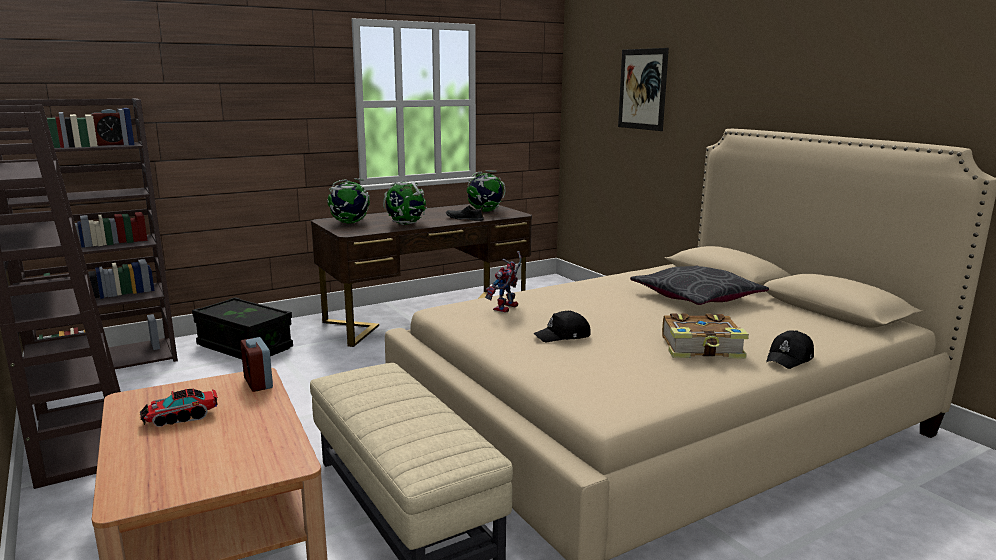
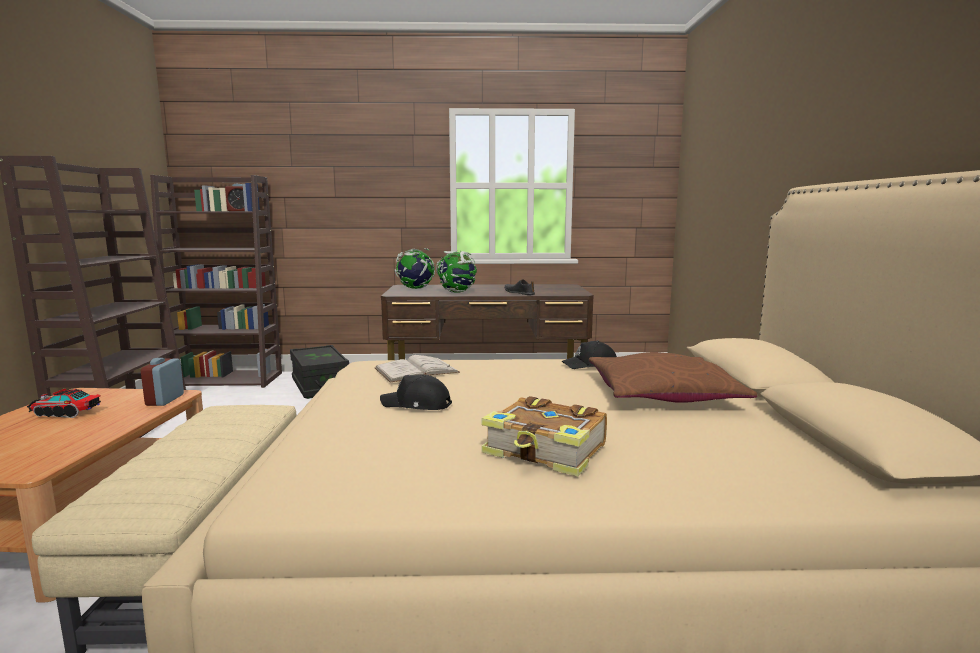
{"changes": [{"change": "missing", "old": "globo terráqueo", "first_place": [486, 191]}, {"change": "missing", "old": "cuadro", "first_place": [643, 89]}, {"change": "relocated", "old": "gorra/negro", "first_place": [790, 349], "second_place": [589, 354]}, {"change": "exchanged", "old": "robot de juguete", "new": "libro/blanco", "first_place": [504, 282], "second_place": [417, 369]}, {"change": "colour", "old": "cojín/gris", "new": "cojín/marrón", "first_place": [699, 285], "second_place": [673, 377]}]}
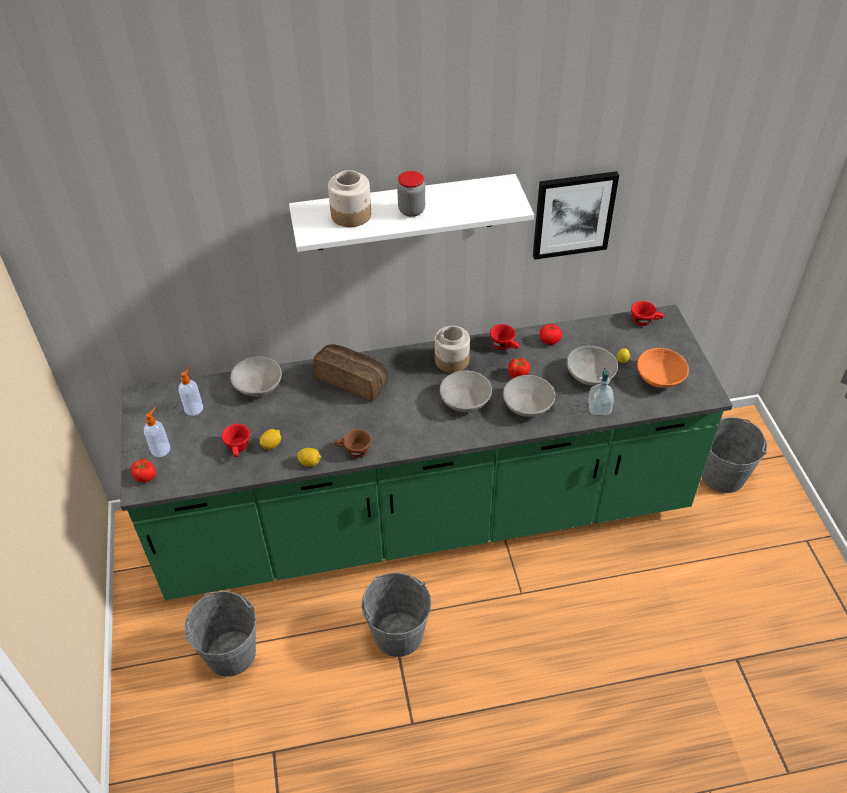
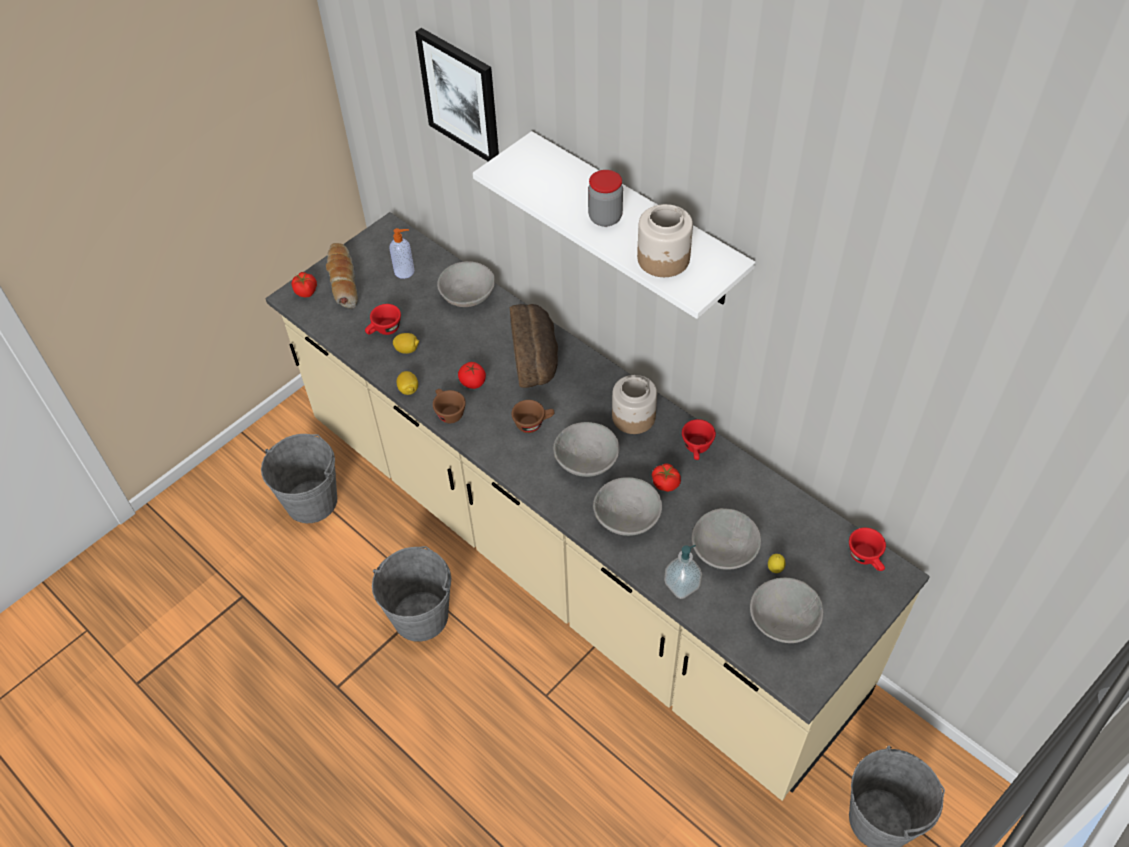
{"changes": [{"change": "appeared", "new": "taza/marrón", "second_place": [532, 416]}, {"change": "relocated", "old": "tarro", "first_place": [349, 198], "second_place": [665, 240]}, {"change": "relocated", "old": "cuadro", "first_place": [576, 215], "second_place": [457, 94]}, {"change": "relocated", "old": "tomate", "first_place": [551, 334], "second_place": [472, 375]}, {"change": "exchanged", "old": "dispensador de jabón", "new": "pan", "first_place": [157, 432], "second_place": [342, 275]}, {"change": "colour", "old": "mueble bajo de cocina/verde", "new": "mueble bajo de cocina/beis", "first_place": [426, 452], "second_place": [598, 506]}, {"change": "colour", "old": "cuenco/naranja", "new": "cuenco/gris", "first_place": [663, 368], "second_place": [786, 610]}]}
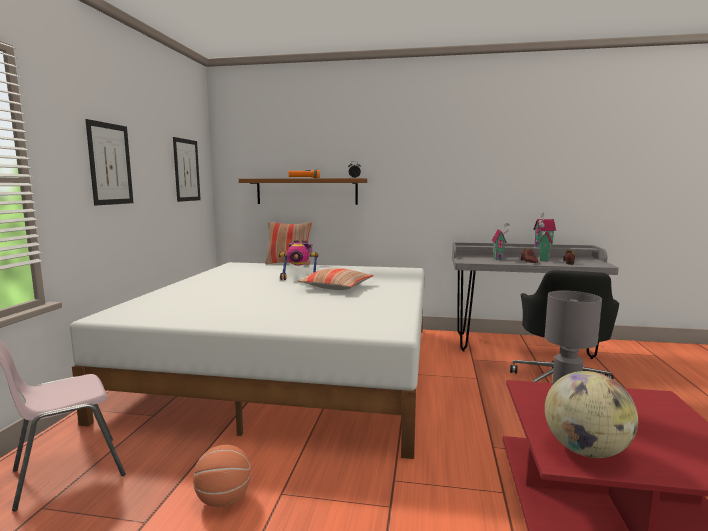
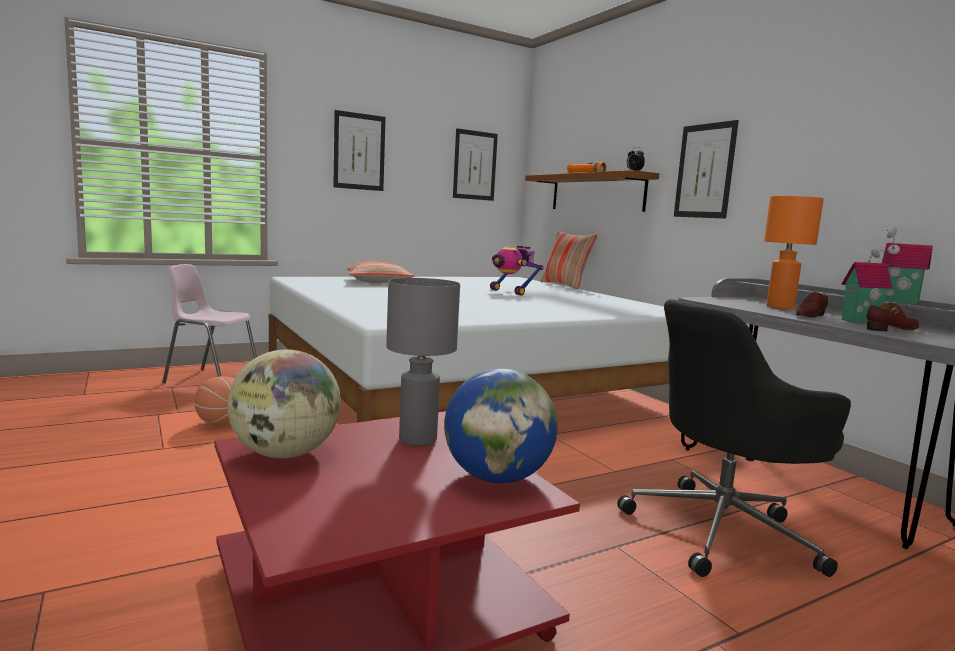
{"changes": [{"change": "appeared", "new": "globo terráqueo", "second_place": [501, 426]}, {"change": "appeared", "new": "cuadro", "second_place": [706, 169]}, {"change": "relocated", "old": "cojín", "first_place": [335, 279], "second_place": [380, 272]}, {"change": "exchanged", "old": "casita", "new": "lámpara de mesa/naranja", "first_place": [501, 241], "second_place": [794, 252]}]}
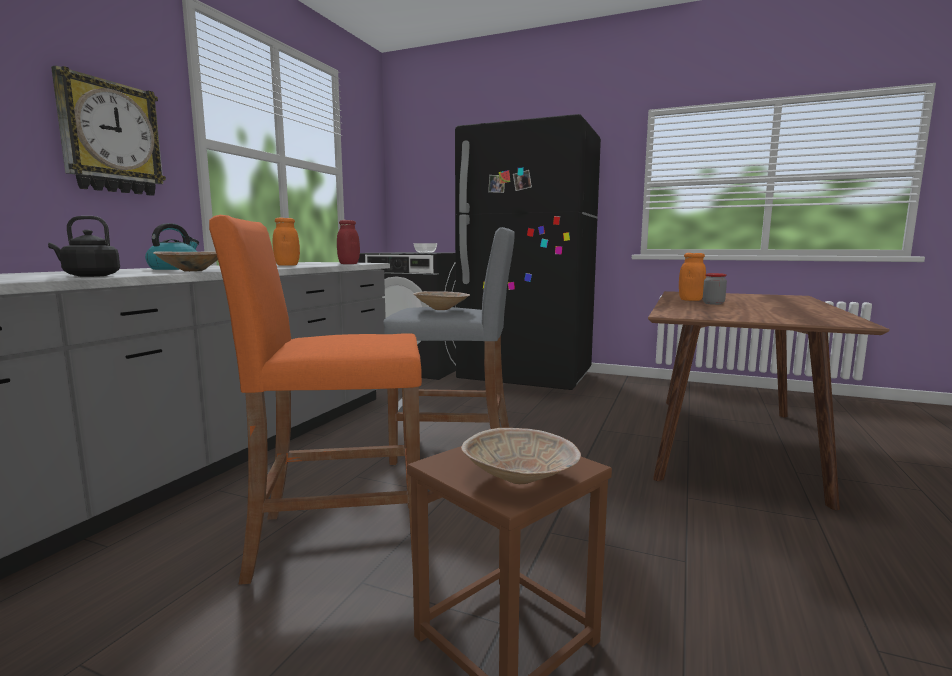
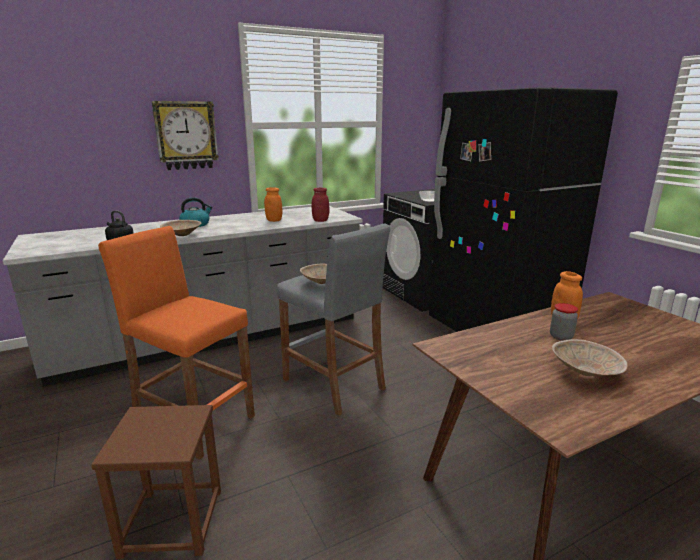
{"changes": [{"change": "relocated", "old": "cuenco/beis", "first_place": [521, 456], "second_place": [590, 357]}]}
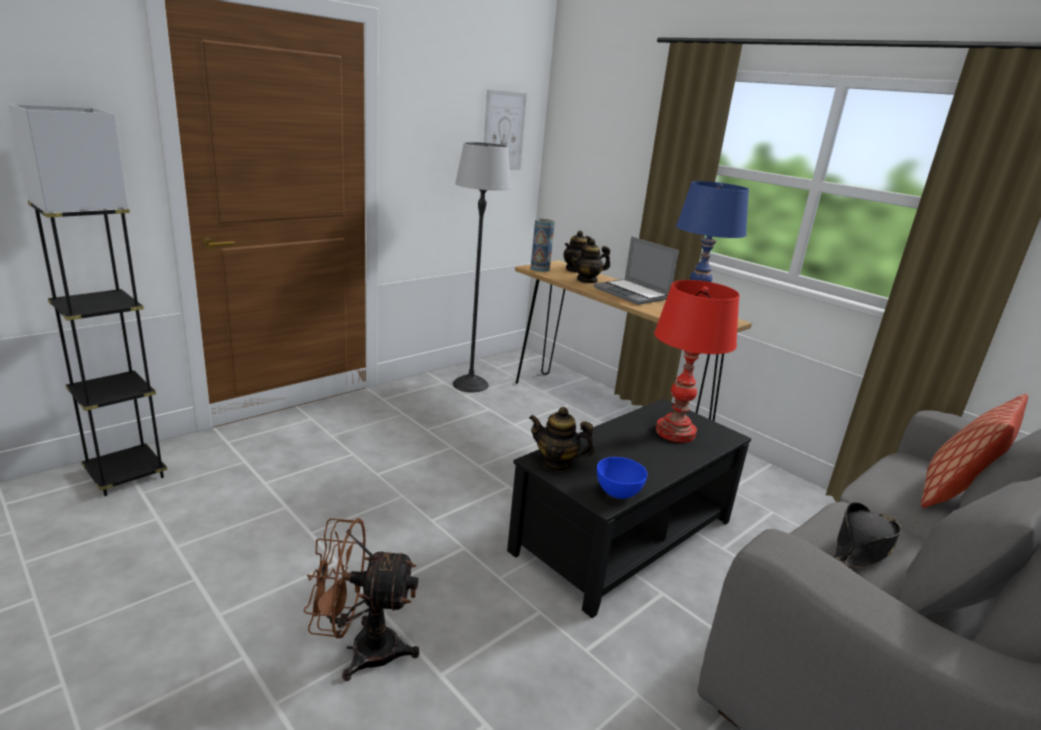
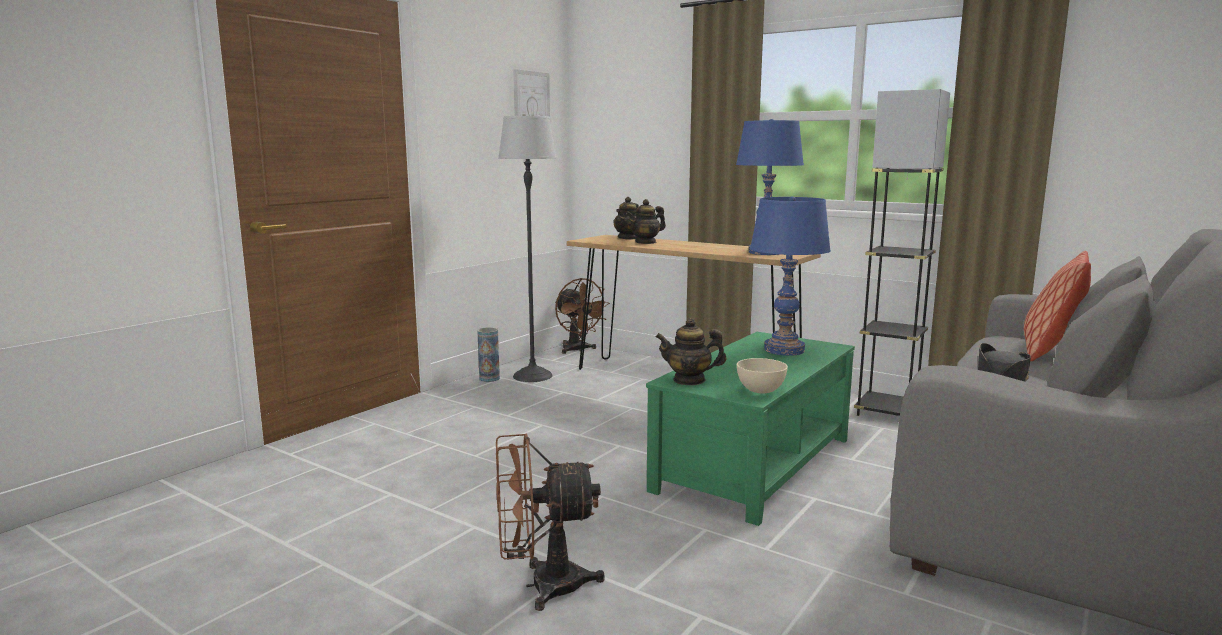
{"changes": [{"change": "missing", "old": "portátil", "first_place": [636, 270]}, {"change": "appeared", "new": "ventilador/marrón", "second_place": [582, 316]}, {"change": "relocated", "old": "lámpara de pie/gris", "first_place": [87, 300], "second_place": [902, 252]}, {"change": "relocated", "old": "florero", "first_place": [543, 245], "second_place": [488, 354]}, {"change": "colour", "old": "mesa de centro/negro", "new": "mesa de centro/verde", "first_place": [629, 508], "second_place": [750, 429]}, {"change": "colour", "old": "cuenco/azul", "new": "cuenco/beis", "first_place": [622, 478], "second_place": [762, 375]}, {"change": "colour", "old": "lámpara de mesa/rojo", "new": "lámpara de mesa/azul", "first_place": [696, 361], "second_place": [790, 276]}]}
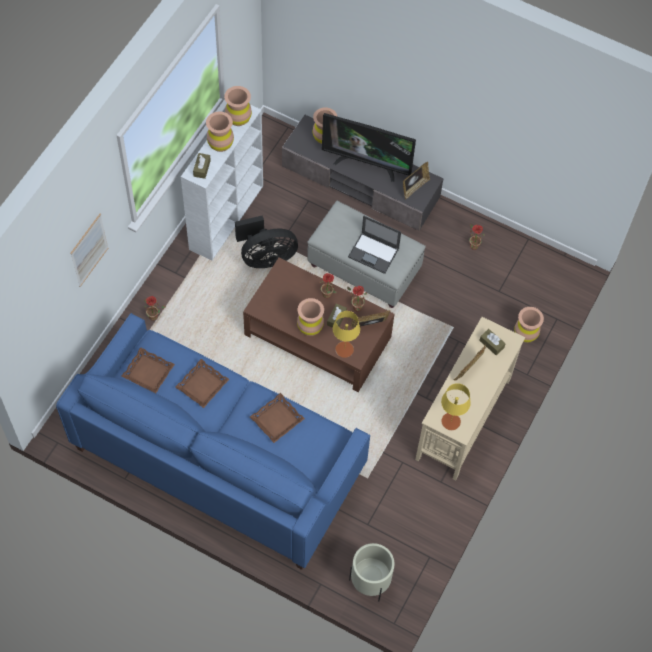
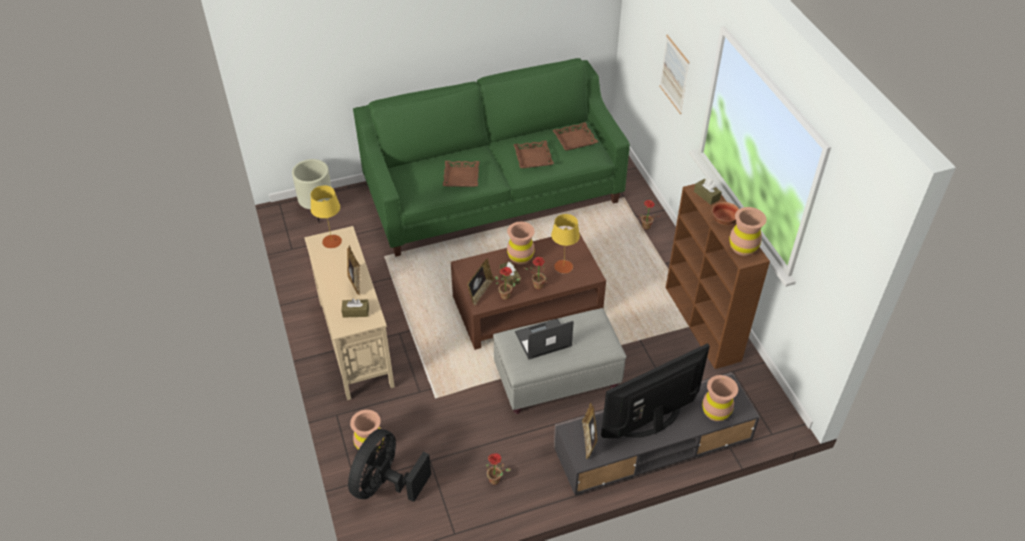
{"changes": [{"change": "relocated", "old": "ventilador/negro", "first_place": [266, 241], "second_place": [389, 465]}, {"change": "relocated", "old": "lámpara de mesa/amarillo", "first_place": [346, 334], "second_place": [565, 244]}, {"change": "exchanged", "old": "florero/marrón", "new": "cuenco", "first_place": [220, 131], "second_place": [725, 213]}, {"change": "colour", "old": "sofá/azul", "new": "sofá/verde", "first_place": [213, 441], "second_place": [491, 157]}, {"change": "colour", "old": "estantería/blanco", "new": "estantería/marrón", "first_place": [222, 183], "second_place": [718, 276]}]}
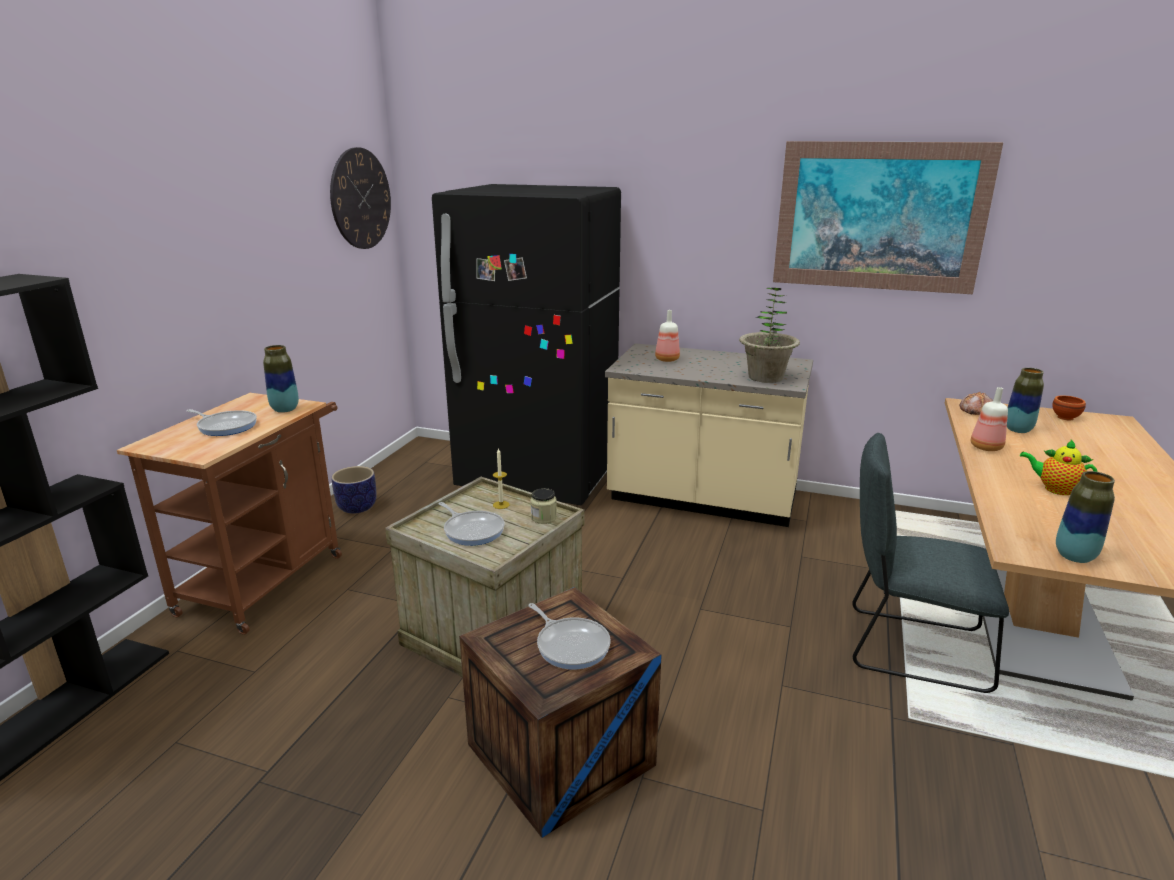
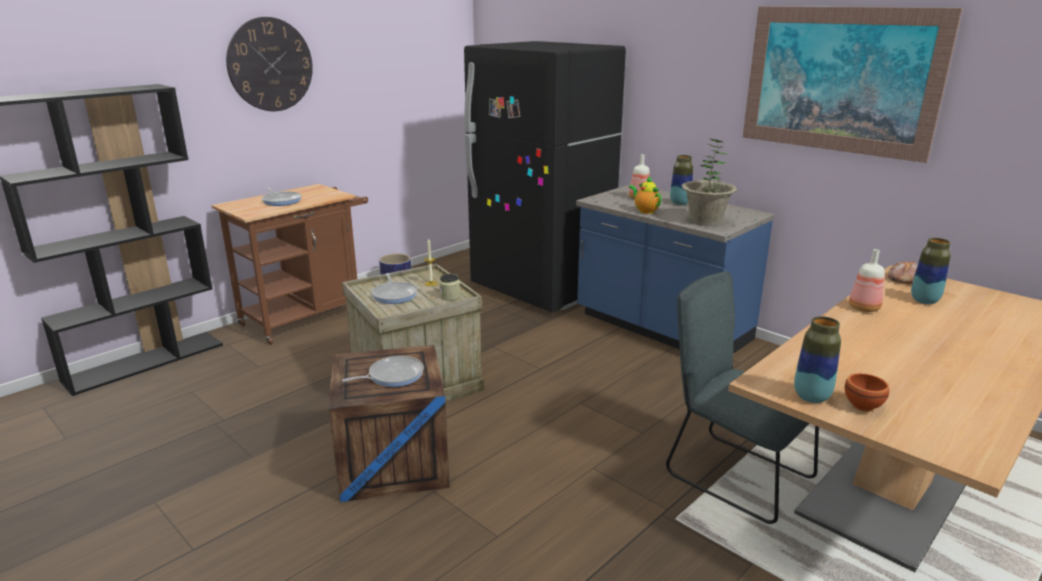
{"changes": [{"change": "relocated", "old": "florero", "first_place": [281, 379], "second_place": [681, 180]}, {"change": "relocated", "old": "reloj de pared", "first_place": [360, 198], "second_place": [269, 64]}, {"change": "relocated", "old": "tetera", "first_place": [1058, 467], "second_place": [645, 195]}, {"change": "relocated", "old": "cuenco/marrón", "first_place": [1069, 407], "second_place": [866, 392]}, {"change": "colour", "old": "mueble bajo de cocina/beis", "new": "mueble bajo de cocina/azul", "first_place": [709, 435], "second_place": [675, 269]}, {"change": "spun", "old": "sartén", "first_place": [570, 636], "second_place": [383, 371], "degrees": -105}]}
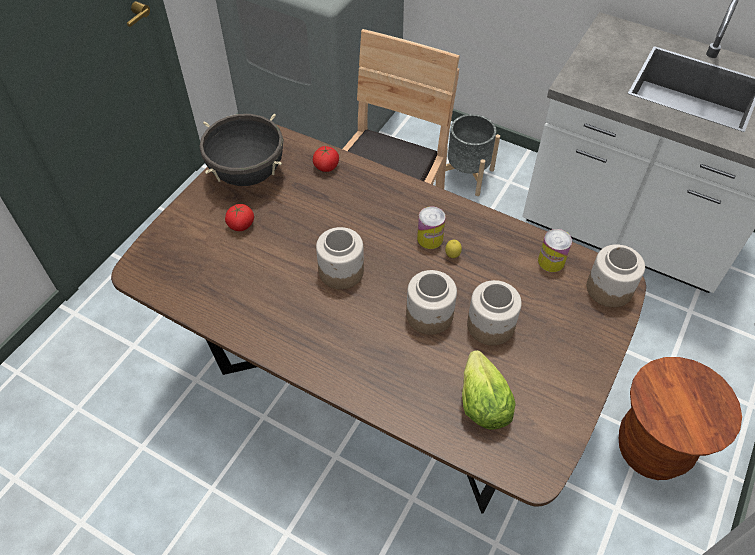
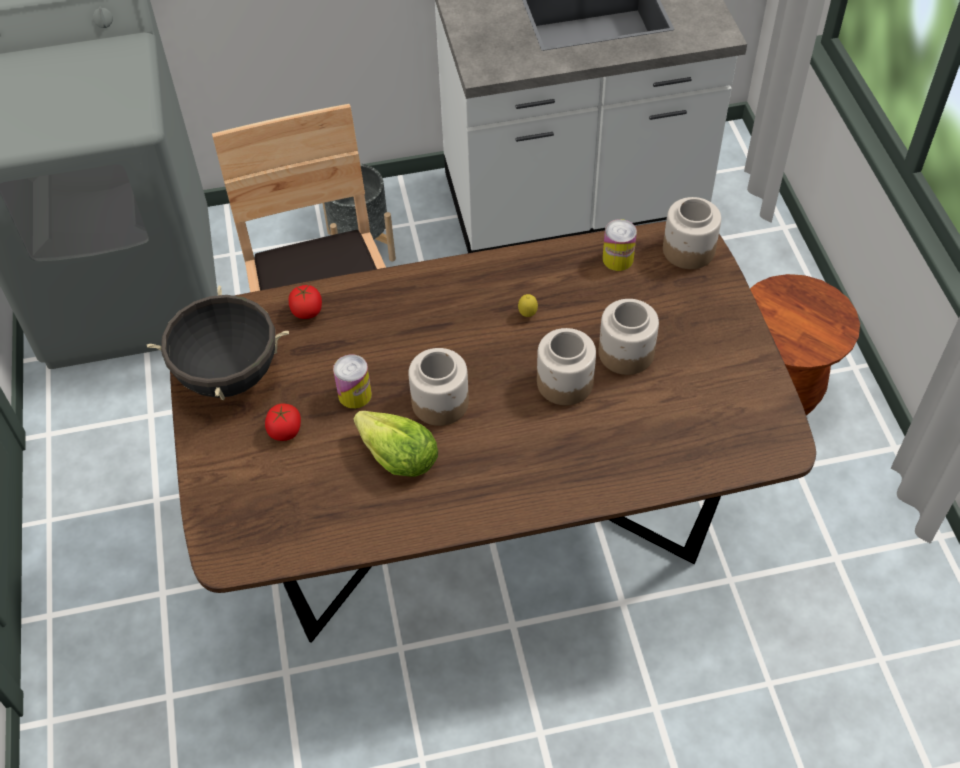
{"changes": [{"change": "relocated", "old": "lata", "first_place": [431, 227], "second_place": [352, 381]}, {"change": "relocated", "old": "lechuga", "first_place": [489, 390], "second_place": [395, 444]}]}
